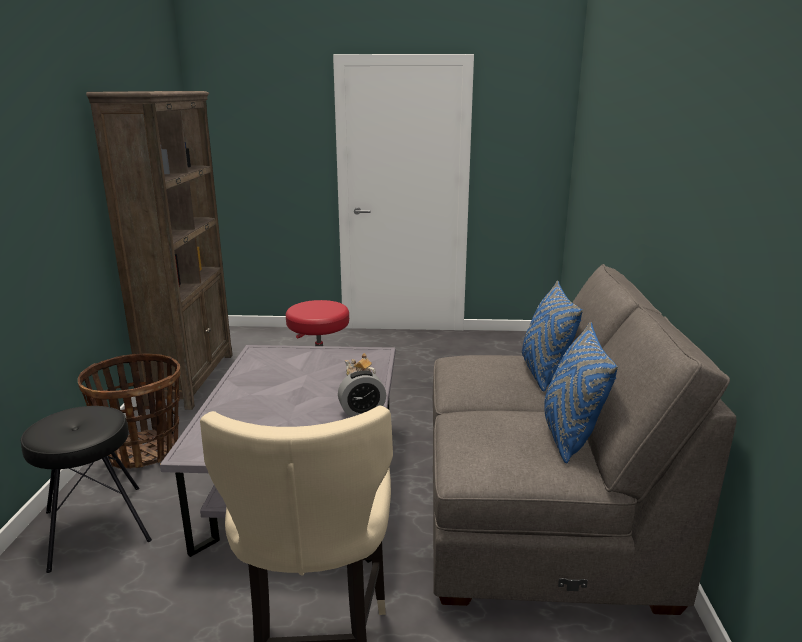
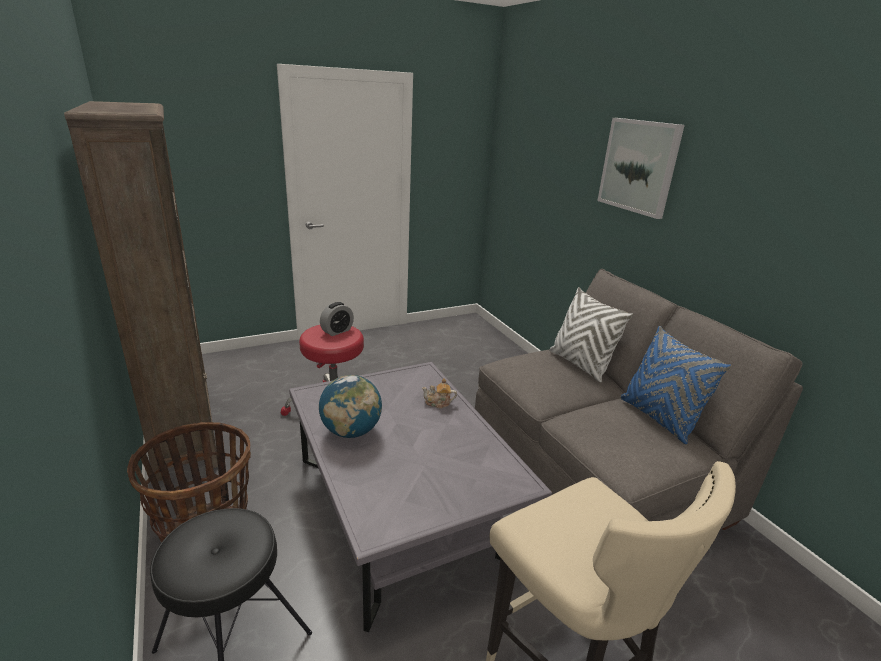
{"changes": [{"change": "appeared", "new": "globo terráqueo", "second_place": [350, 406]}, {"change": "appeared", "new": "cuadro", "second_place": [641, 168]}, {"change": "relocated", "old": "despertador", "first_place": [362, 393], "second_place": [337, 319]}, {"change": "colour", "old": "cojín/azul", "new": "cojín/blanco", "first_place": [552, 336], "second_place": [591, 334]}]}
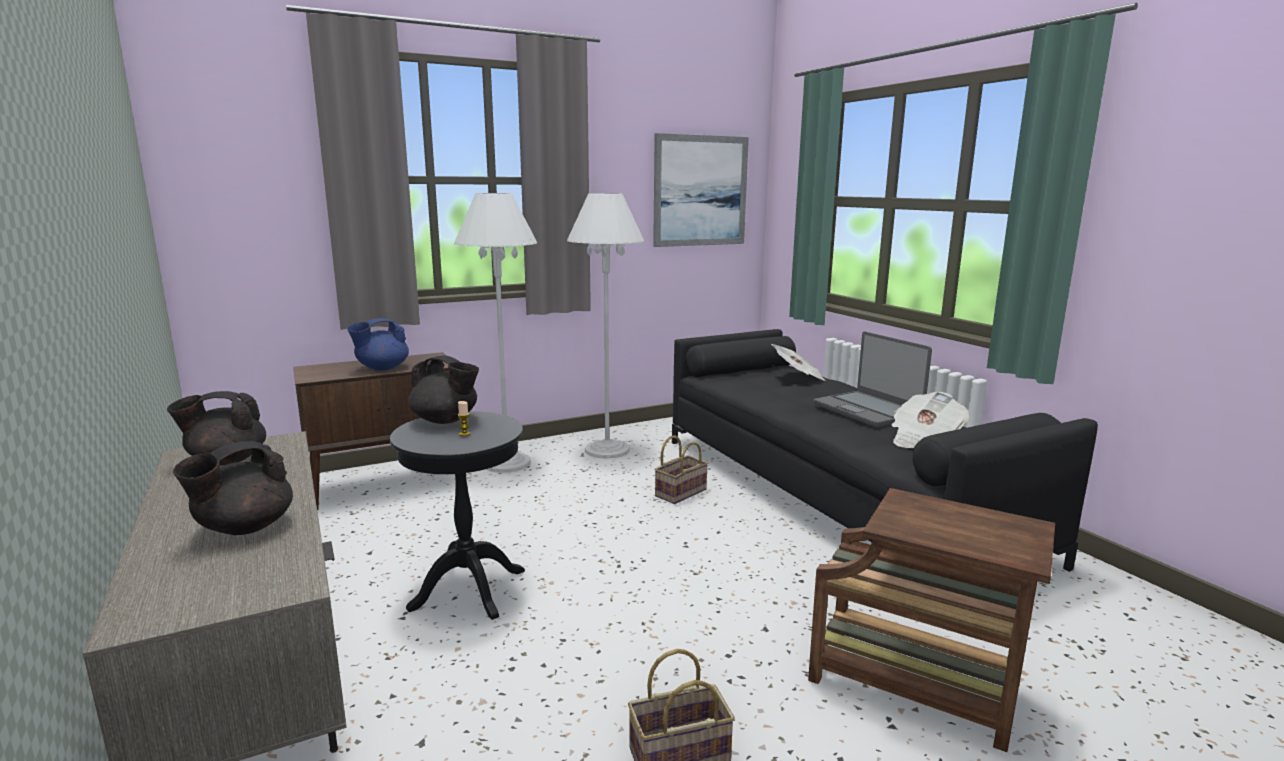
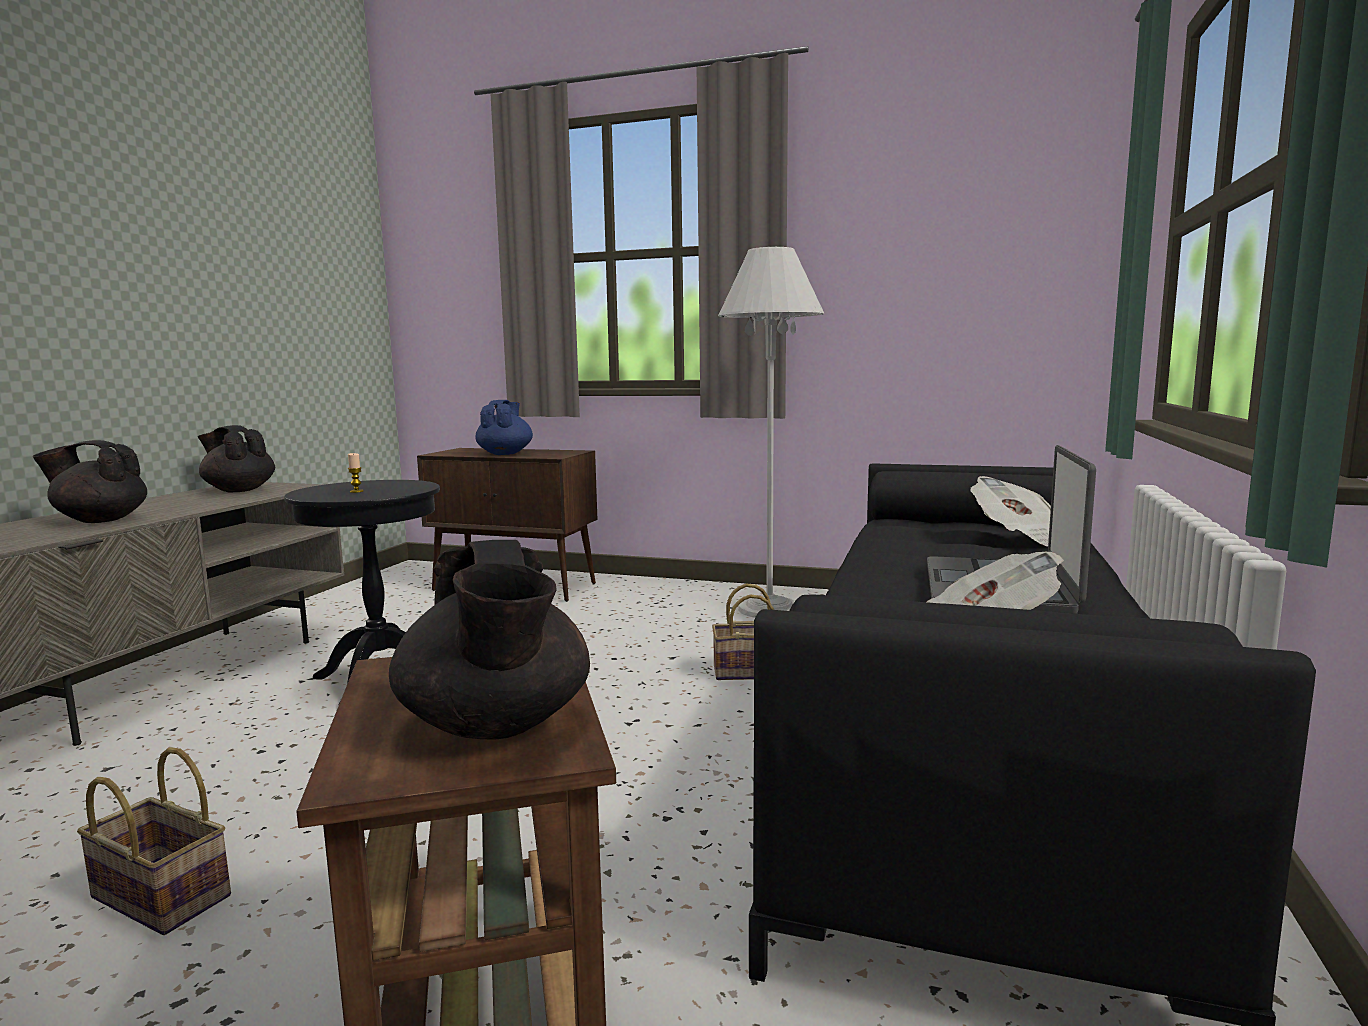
{"changes": [{"change": "missing", "old": "lámpara de pie/blanco", "first_place": [495, 333]}, {"change": "missing", "old": "cuadro", "first_place": [701, 190]}, {"change": "relocated", "old": "tetera/negro", "first_place": [443, 390], "second_place": [489, 640]}, {"change": "spun", "old": "tetera/azul", "first_place": [378, 344], "second_place": [504, 427], "degrees": 90}]}
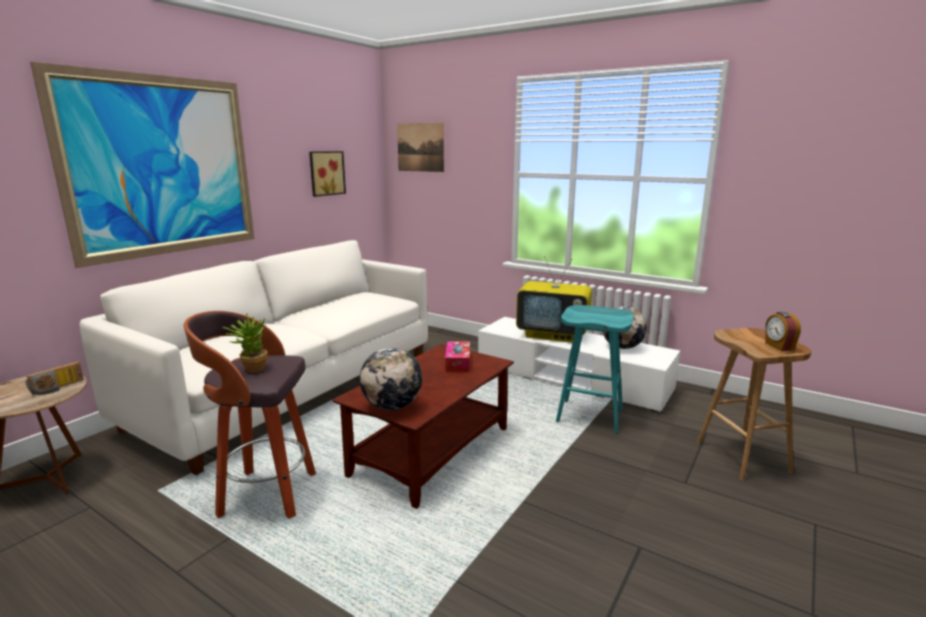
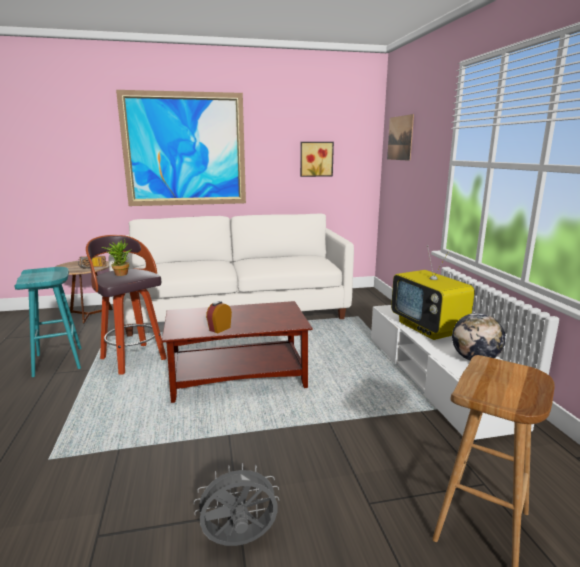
{"changes": [{"change": "missing", "old": "globo terráqueo", "first_place": [391, 378]}, {"change": "missing", "old": "caja de pañuelos", "first_place": [457, 357]}, {"change": "appeared", "new": "ventilador/gris", "second_place": [236, 504]}, {"change": "relocated", "old": "taburete/turquesa", "first_place": [595, 369], "second_place": [48, 322]}, {"change": "relocated", "old": "despertador", "first_place": [783, 331], "second_place": [219, 317]}]}
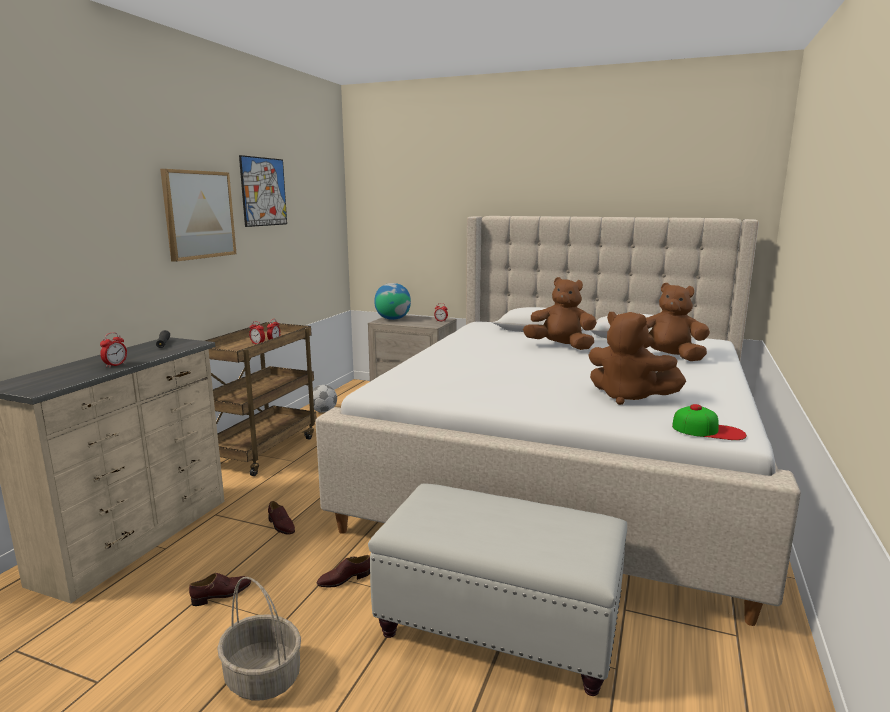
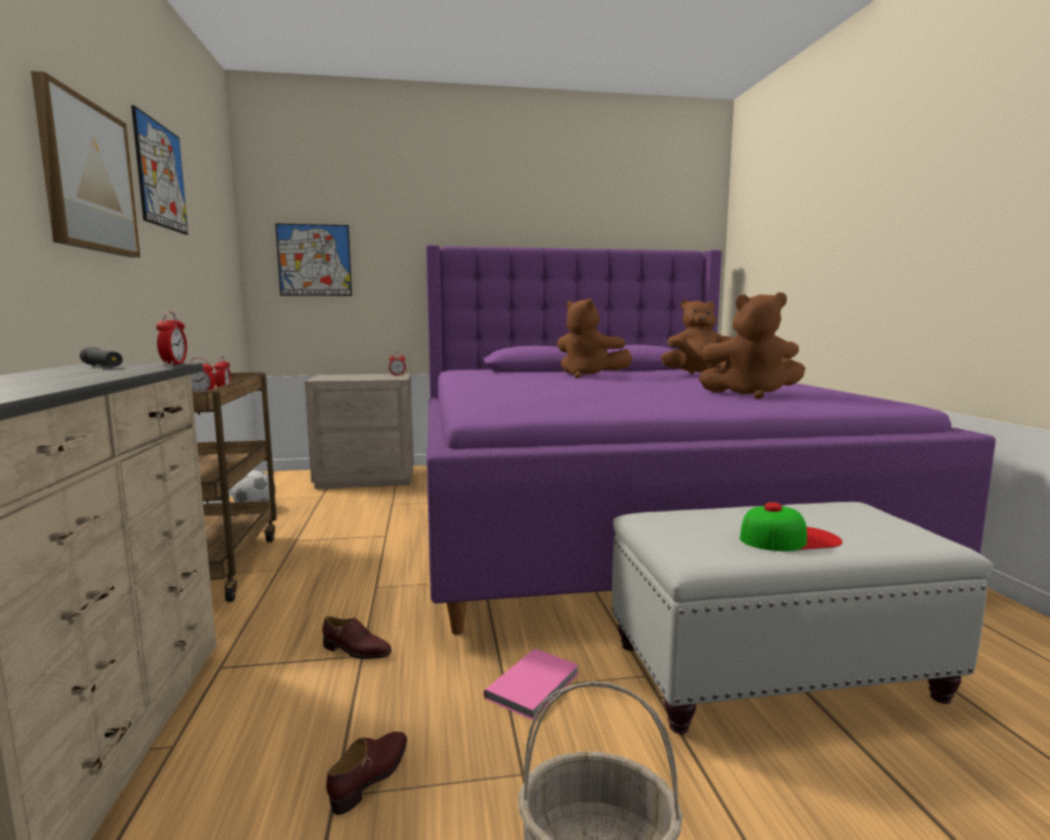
{"changes": [{"change": "missing", "old": "globo terráqueo", "first_place": [392, 301]}, {"change": "appeared", "new": "cuadro", "second_place": [313, 259]}, {"change": "relocated", "old": "despertador", "first_place": [113, 350], "second_place": [171, 338]}, {"change": "relocated", "old": "gorra", "first_place": [709, 422], "second_place": [791, 526]}, {"change": "exchanged", "old": "zapato/marrón", "new": "libro/rosa", "first_place": [343, 571], "second_place": [531, 684]}, {"change": "colour", "old": "cama/beis", "new": "cama/morado", "first_place": [558, 421], "second_place": [711, 440]}, {"change": "spun", "old": "peluche/marrón", "first_place": [560, 313], "second_place": [595, 338], "degrees": -135}]}
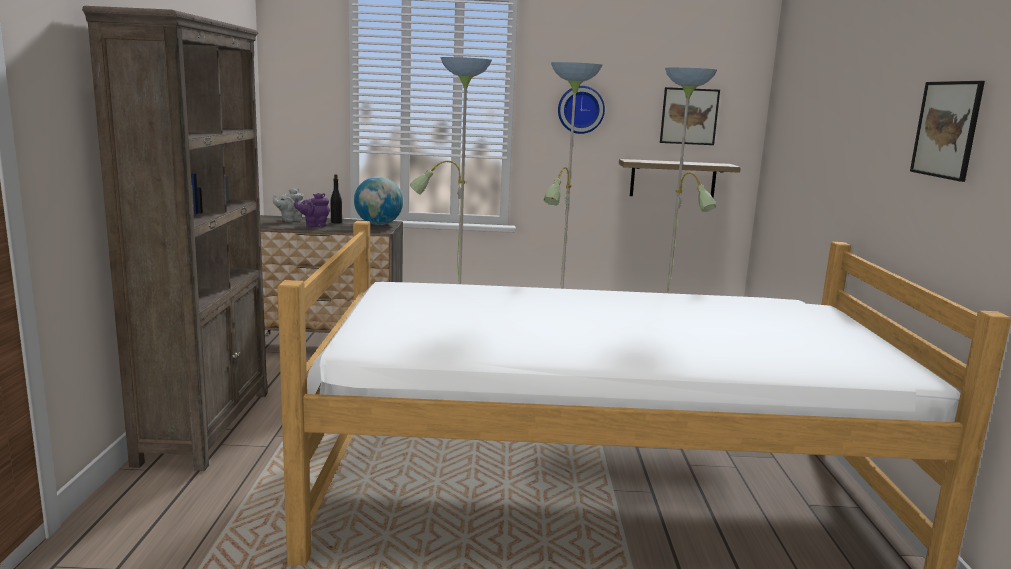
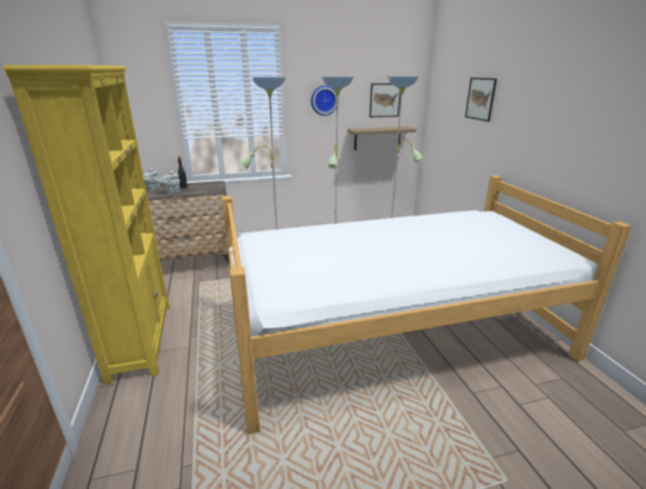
{"changes": [{"change": "missing", "old": "globo terráqueo", "first_place": [378, 201]}, {"change": "relocated", "old": "cuadro", "first_place": [947, 131], "second_place": [481, 100]}, {"change": "colour", "old": "estantería/marrón", "new": "estantería/amarillo", "first_place": [175, 238], "second_place": [86, 224]}, {"change": "colour", "old": "tetera/morado", "new": "tetera/gris", "first_place": [312, 210], "second_place": [168, 182]}]}
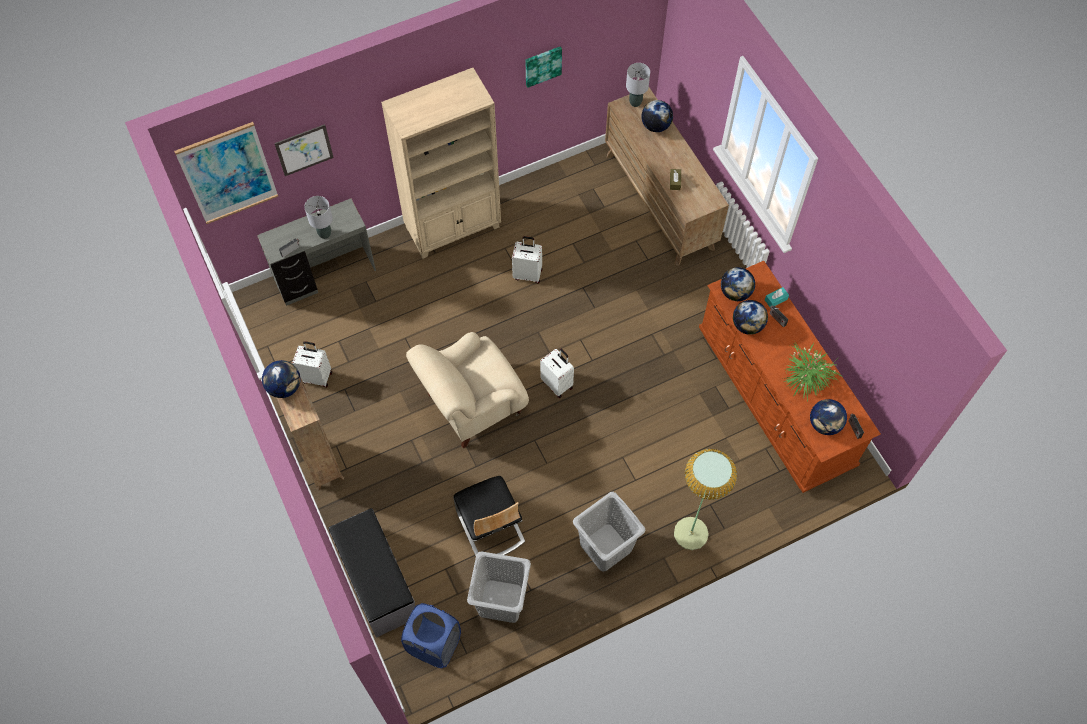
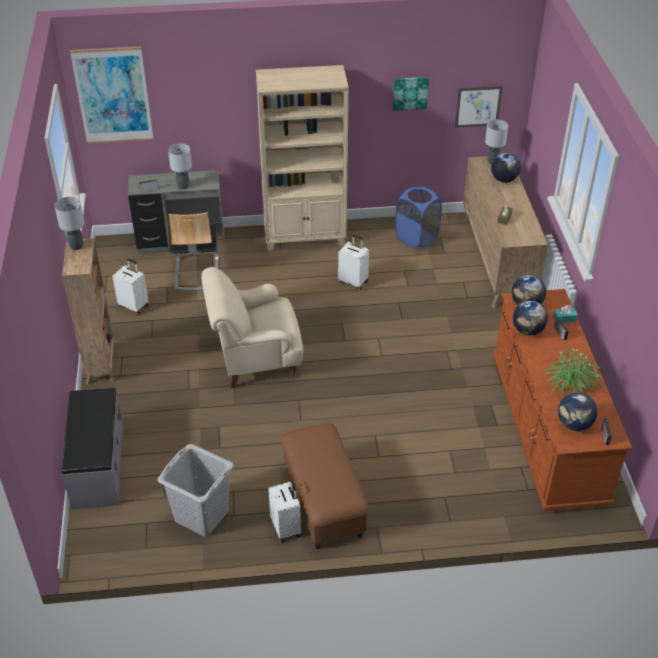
{"changes": [{"change": "missing", "old": "lámpara de pie", "first_place": [705, 499]}, {"change": "relocated", "old": "cuadro", "first_place": [304, 150], "second_place": [479, 107]}, {"change": "relocated", "old": "cesto de la ropa/azul", "first_place": [431, 635], "second_place": [418, 217]}, {"change": "relocated", "old": "silla", "first_place": [489, 516], "second_place": [193, 251]}, {"change": "relocated", "old": "maleta/blanco", "first_place": [557, 373], "second_place": [284, 511]}, {"change": "exchanged", "old": "globo terráqueo", "new": "lámpara de mesa/gris", "first_place": [281, 379], "second_place": [70, 223]}, {"change": "exchanged", "old": "cesto de la ropa/gris", "new": "puf/marrón", "first_place": [609, 531], "second_place": [325, 486]}]}
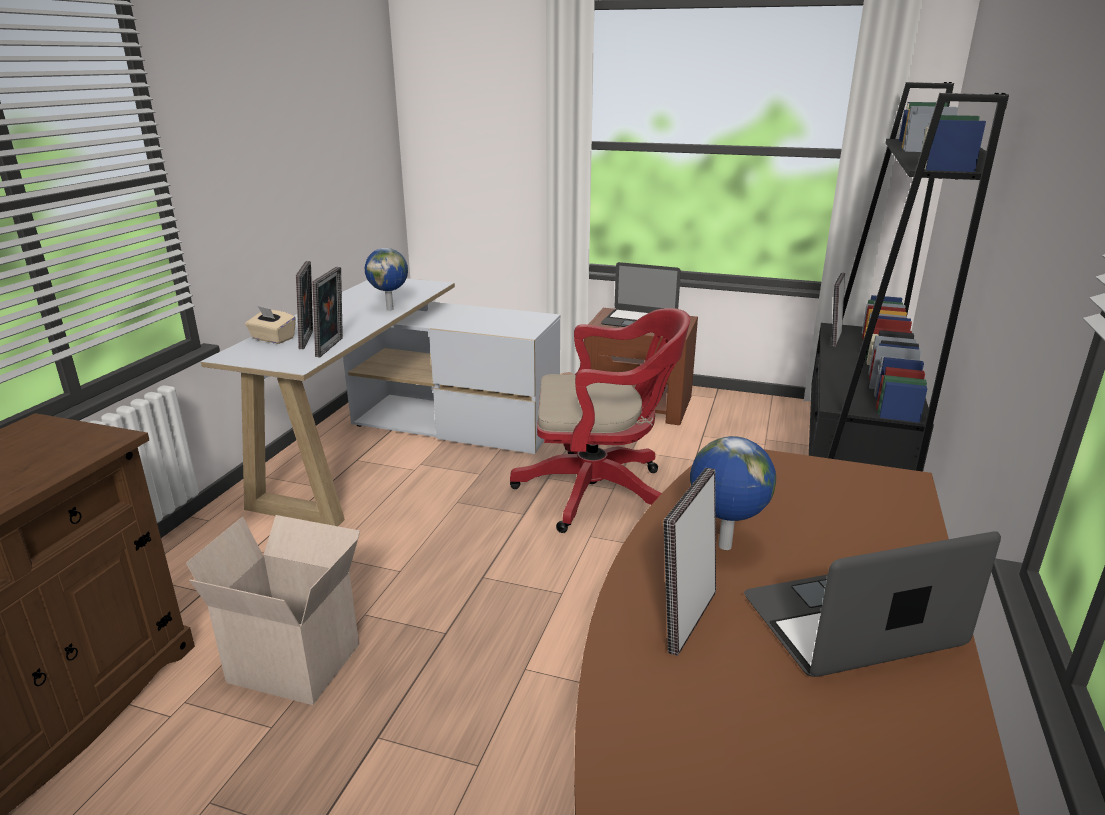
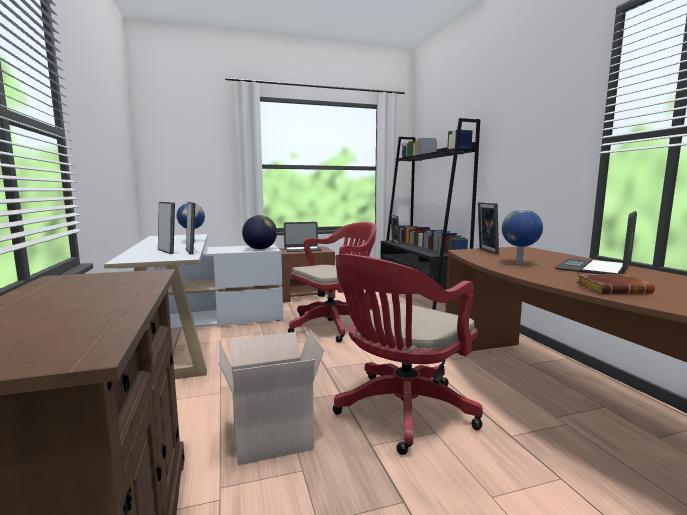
{"changes": [{"change": "missing", "old": "caja de pañuelos/beis", "first_place": [270, 325]}, {"change": "appeared", "new": "globo terráqueo", "second_place": [259, 232]}, {"change": "appeared", "new": "silla de oficina/rojo", "second_place": [408, 354]}, {"change": "appeared", "new": "libro/marrón", "second_place": [615, 284]}, {"change": "relocated", "old": "portarretratos", "first_place": [689, 562], "second_place": [488, 228]}]}
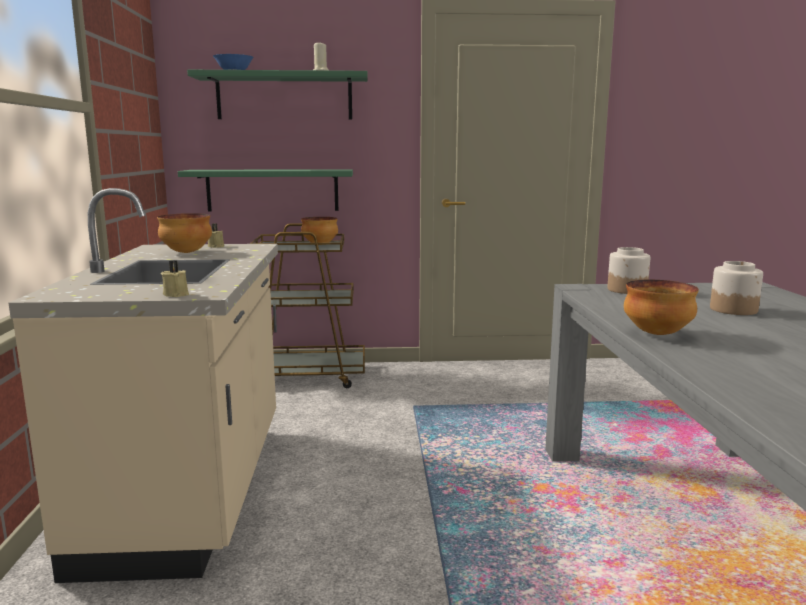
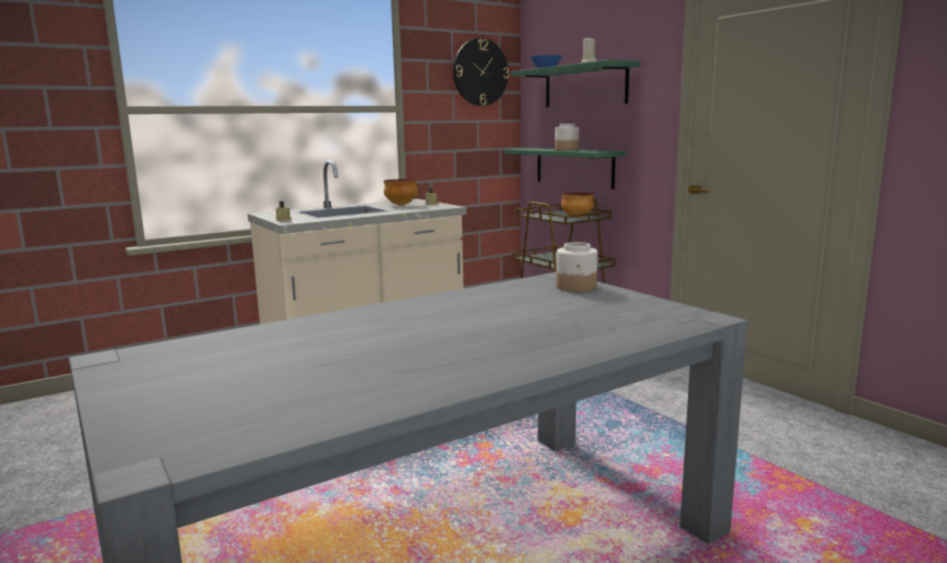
{"changes": [{"change": "missing", "old": "cuenco", "first_place": [661, 307]}, {"change": "appeared", "new": "reloj de pared", "second_place": [481, 72]}, {"change": "relocated", "old": "tarro", "first_place": [736, 288], "second_place": [567, 137]}]}
